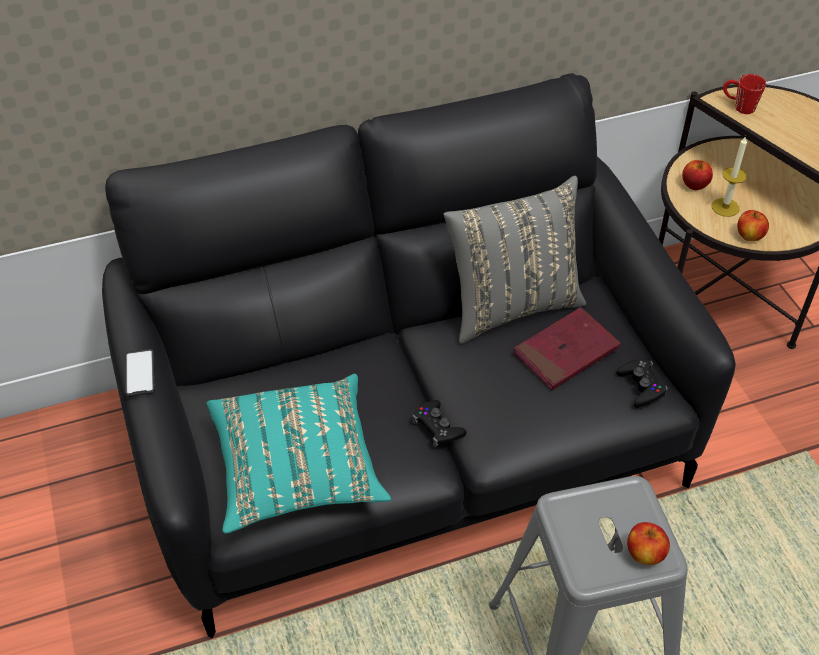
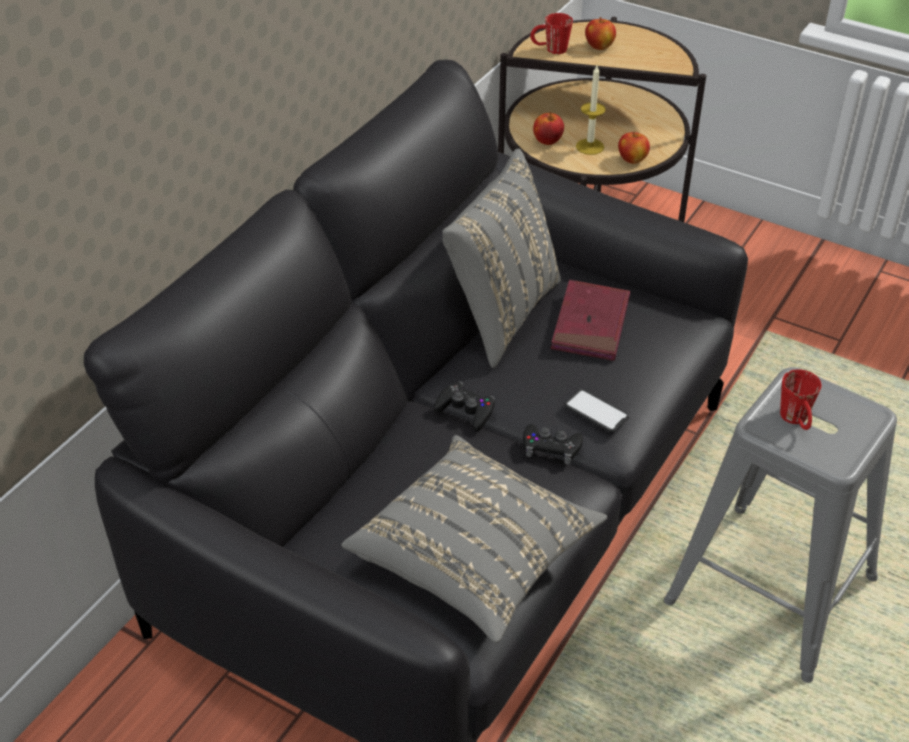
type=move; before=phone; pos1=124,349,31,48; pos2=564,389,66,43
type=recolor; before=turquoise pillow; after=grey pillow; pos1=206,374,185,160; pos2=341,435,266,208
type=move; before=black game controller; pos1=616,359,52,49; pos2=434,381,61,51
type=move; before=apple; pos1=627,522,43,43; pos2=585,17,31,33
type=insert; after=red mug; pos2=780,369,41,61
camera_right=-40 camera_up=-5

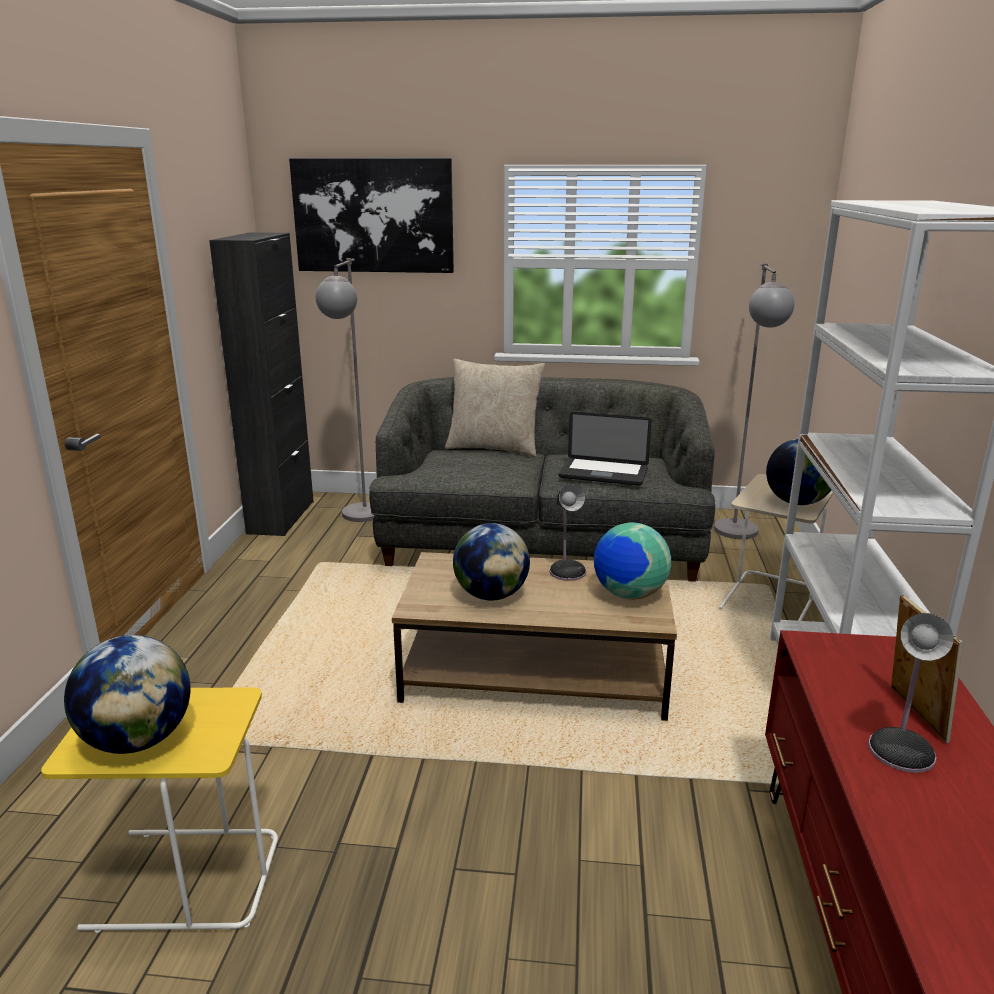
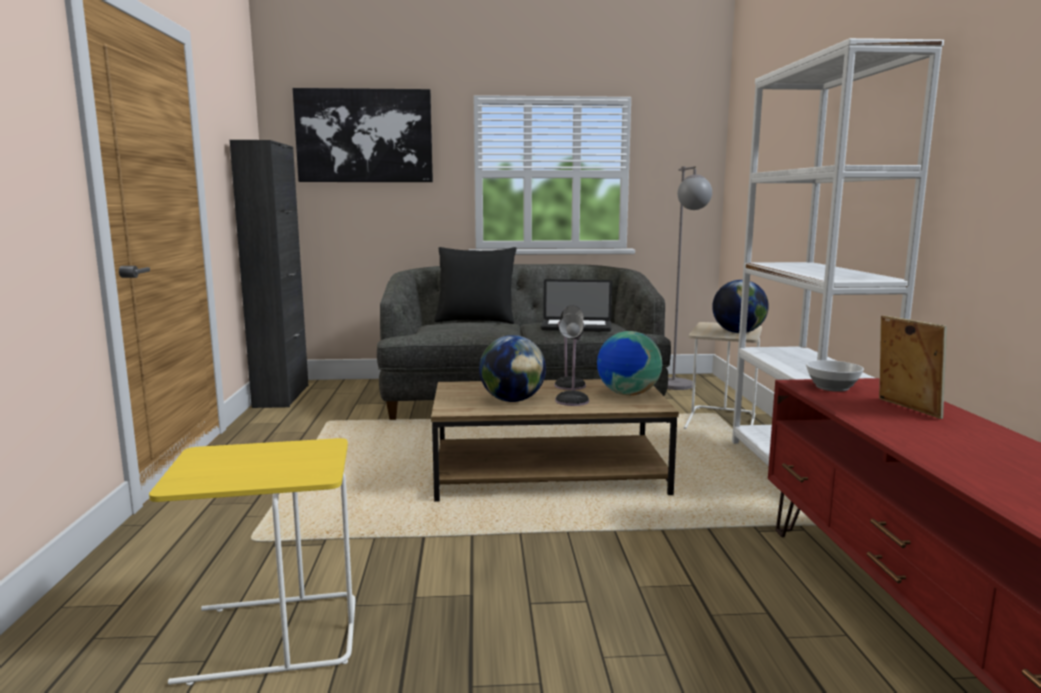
type=delete; before=globe; pos1=64,635,127,119
type=delete; before=grey floor lamp; pos1=316,258,58,264
type=recolor; before=beige pillow; after=black pillow; pos1=445,359,100,98; pos2=434,247,83,77
type=move; before=table lamp; pos1=868,613,86,160; pos2=555,314,34,92
type=insert; after=bowl; pos2=806,360,58,32
camera_right=-10 camera_up=-10

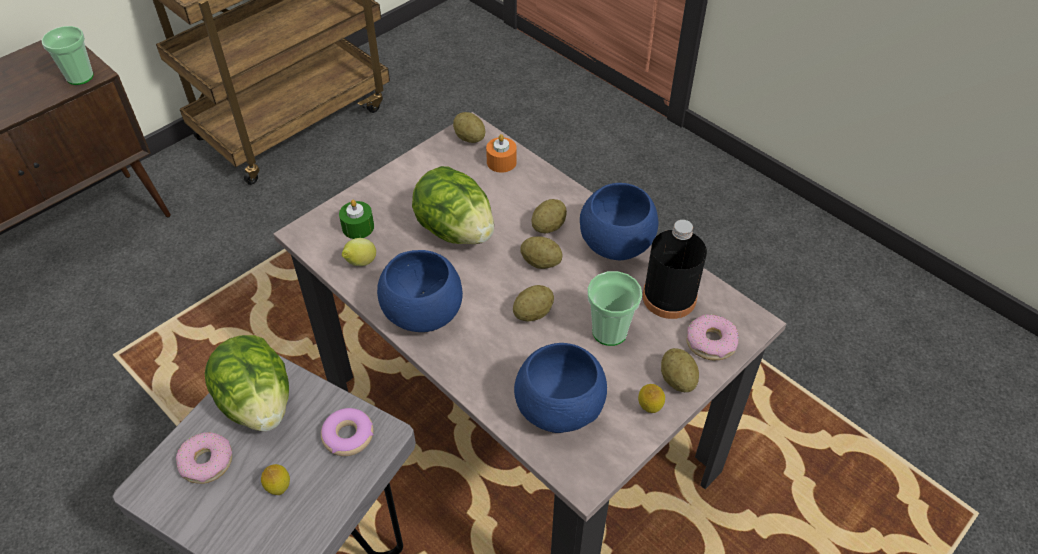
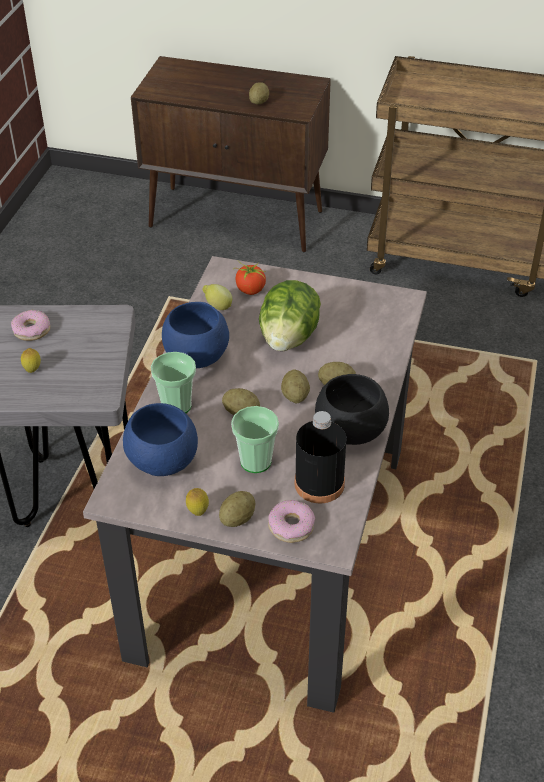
type=move; before=cup; pos1=42,26,52,59; pos2=151,352,45,61
type=delete; before=lettuce; pos1=205,335,84,96
type=delete; before=donut; pos1=321,408,53,48
type=replace; before=green candle; after=tomato; pos1=339,200,35,39; pos2=236,261,30,34
type=move; before=potato; pos1=453,112,33,31; pos2=249,82,20,22
type=delete; before=orange candle; pos1=486,134,31,39
type=recolor; before=blue bowl; after=black bowl; pos1=580,183,78,77; pos2=315,374,74,71
camera_right=60 camera_up=-5

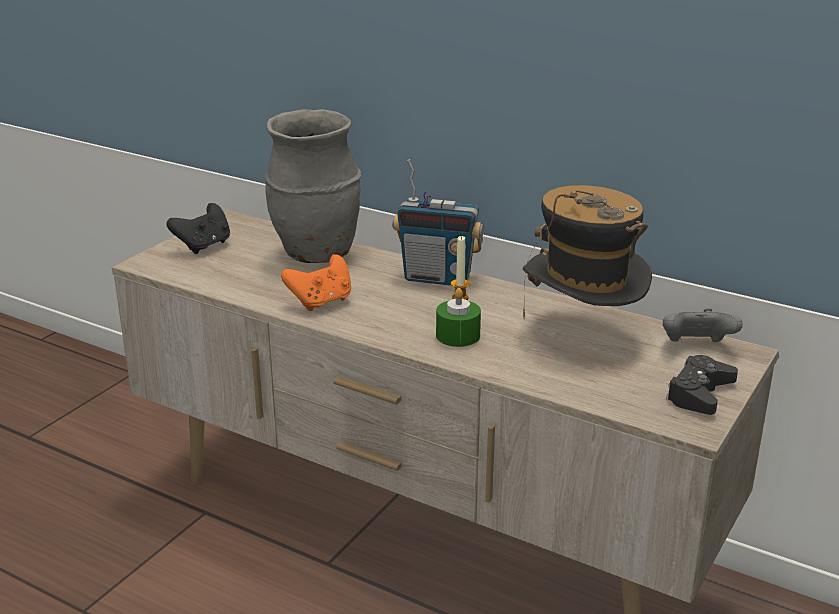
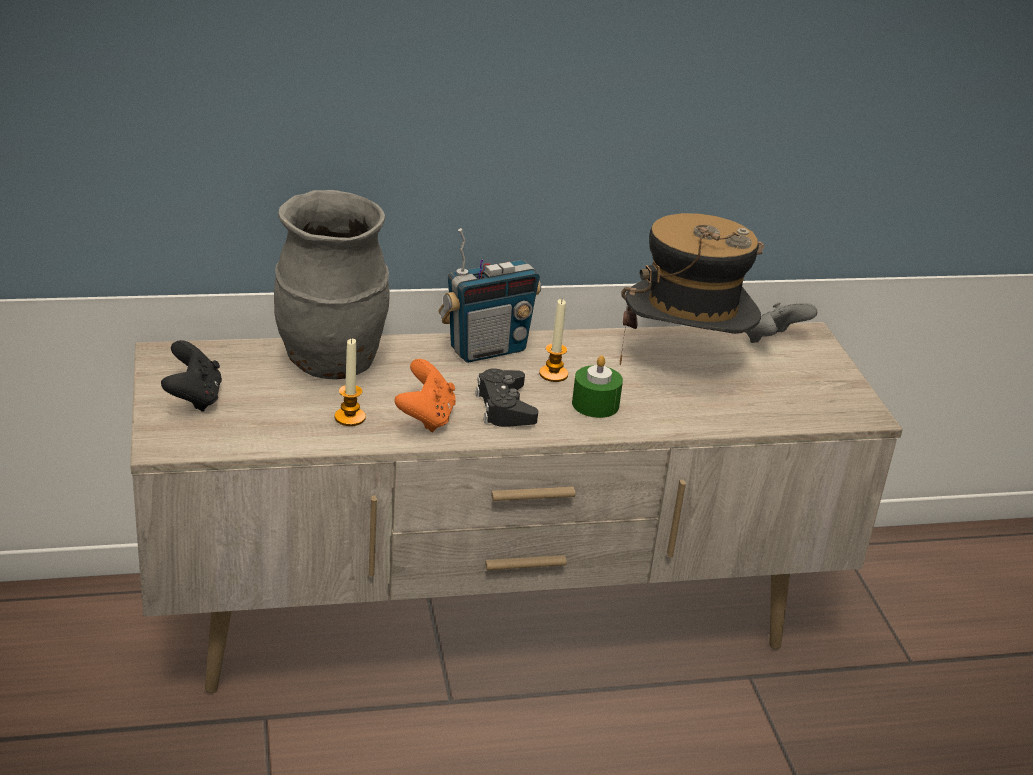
type=move; before=black game controller; pos1=666,355,72,60; pos2=475,368,63,59
type=insert; after=candle; pos2=335,338,31,88
camera_right=-45 camera_up=5

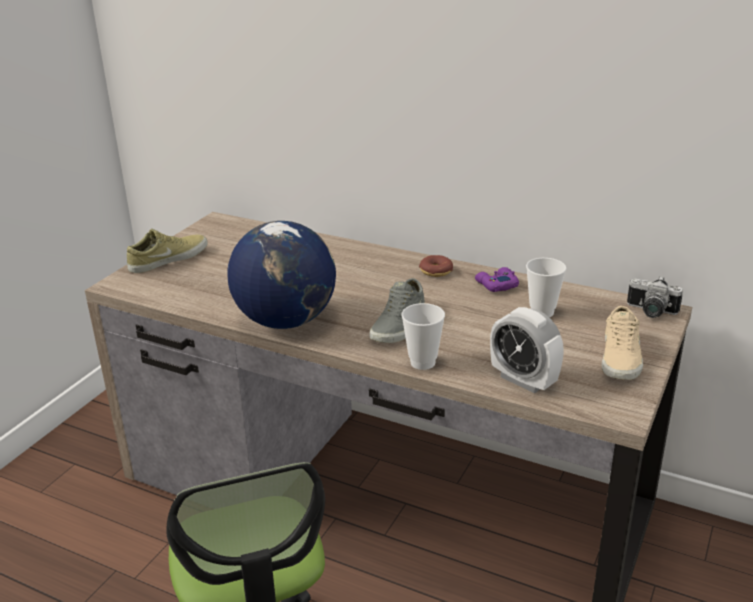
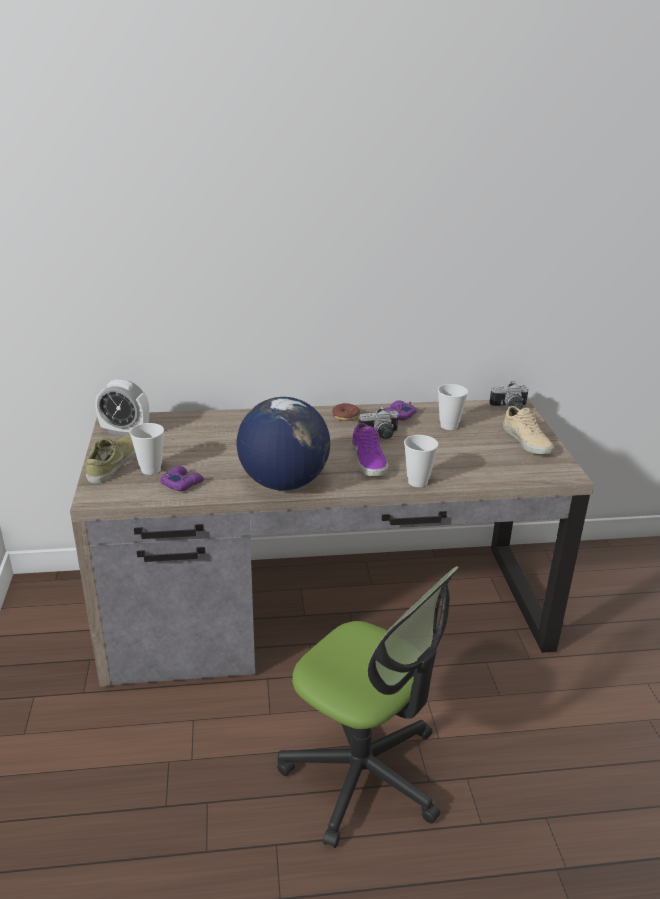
type=recolor; before=grey shoe; after=purple shoe; pos1=369,278,56,65; pos2=352,423,37,53
type=move; before=alarm clock; pos1=490,307,74,86; pos2=95,380,54,56
type=insert; after=cup; pos2=130,423,34,52
type=insert; after=purple game controller; pos2=160,466,44,25
type=insert; after=photo camera; pos2=358,407,40,32
camera_right=-35 camera_up=0

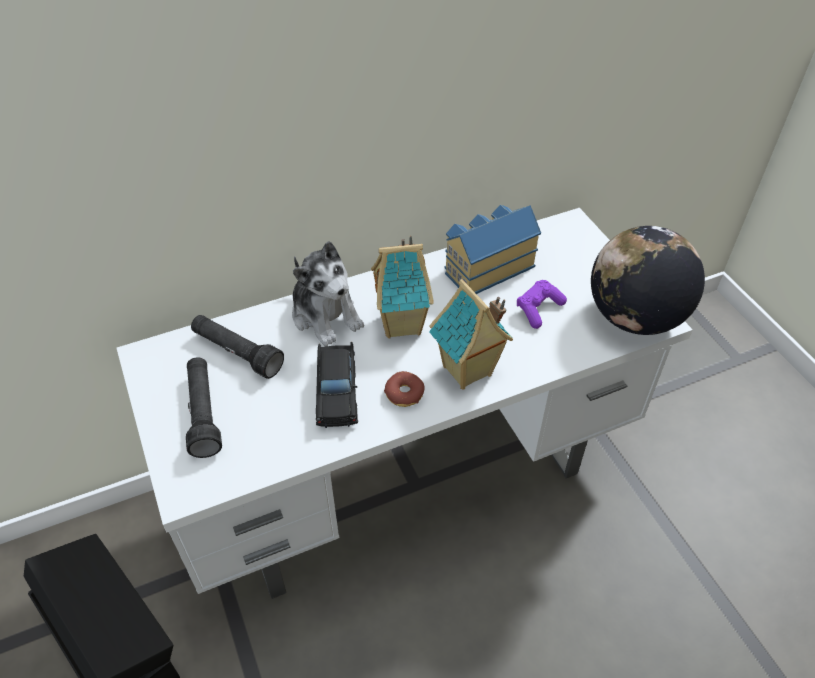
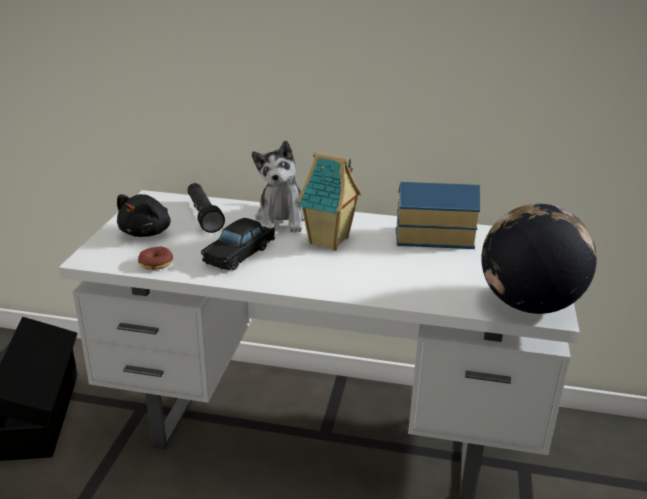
type=replace; before=black flashlight; after=black plush toy; pos1=186,357,36,101; pos2=117,194,54,43
type=move; before=donut; pos1=384,371,40,36; pos2=138,247,35,23
type=delete; before=toy house; pos1=429,279,84,111
type=delete; before=purple game controller; pos1=517,280,50,49
camera_right=35 camera_up=-20

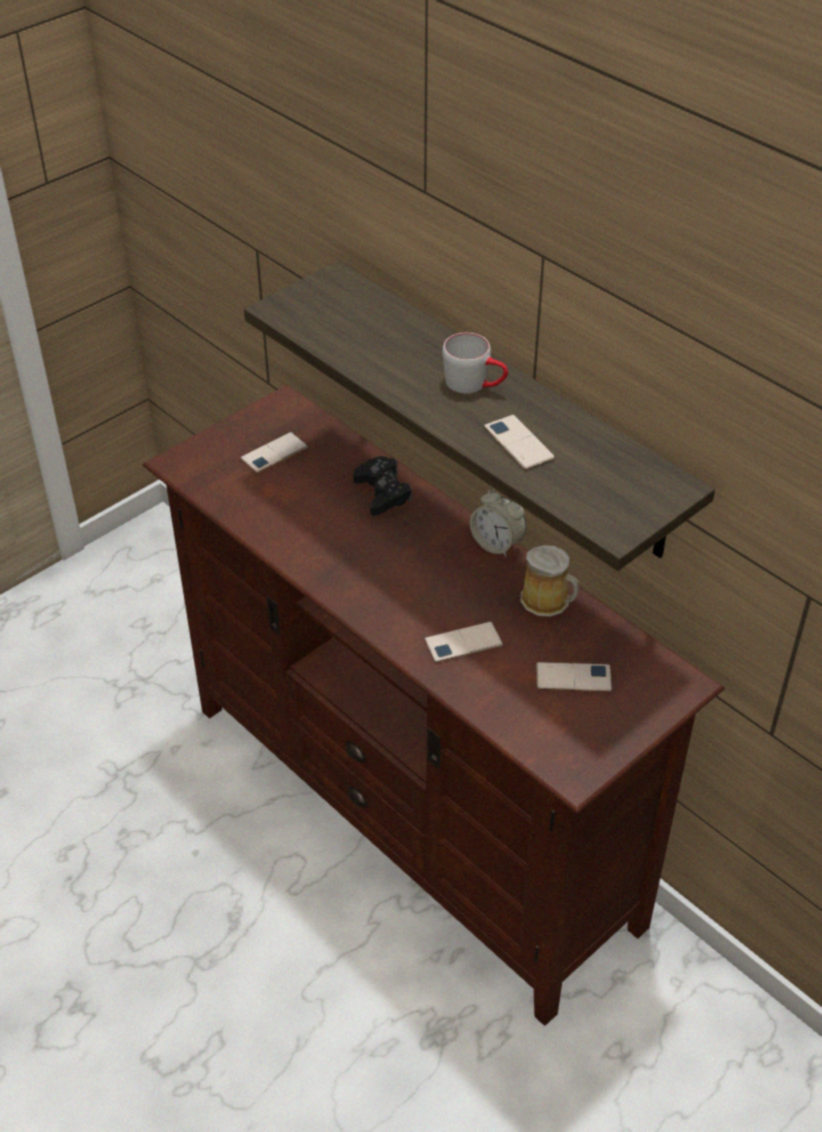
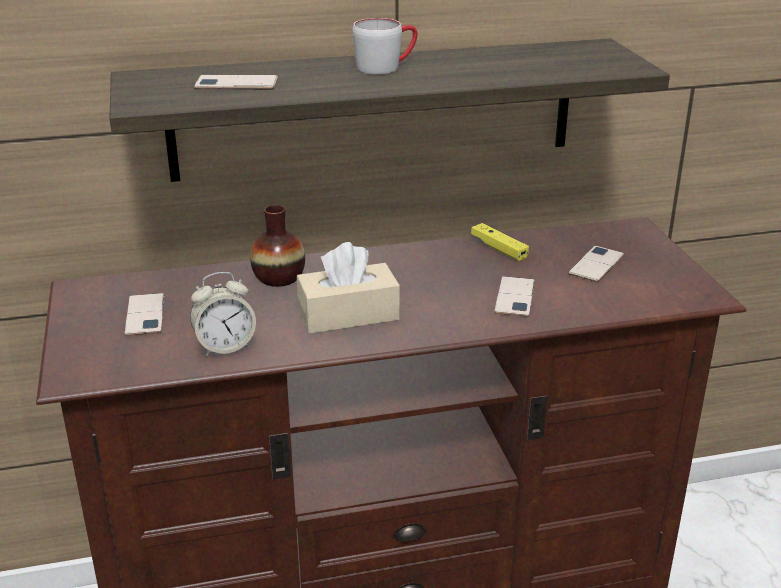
type=replace; before=black game controller; after=vase; pos1=353,456,59,60; pos2=250,205,55,82
type=move; before=alarm clock; pos1=470,488,56,69; pos2=190,272,66,84
type=move; before=phone; pos1=484,415,71,55; pos2=194,75,84,14
type=replace; before=mug; after=yellow game controller; pos1=520,545,59,72; pos2=471,223,58,38
type=insert; after=beige tissue box; pos2=297,242,103,92
camera_right=-60 camera_up=-15

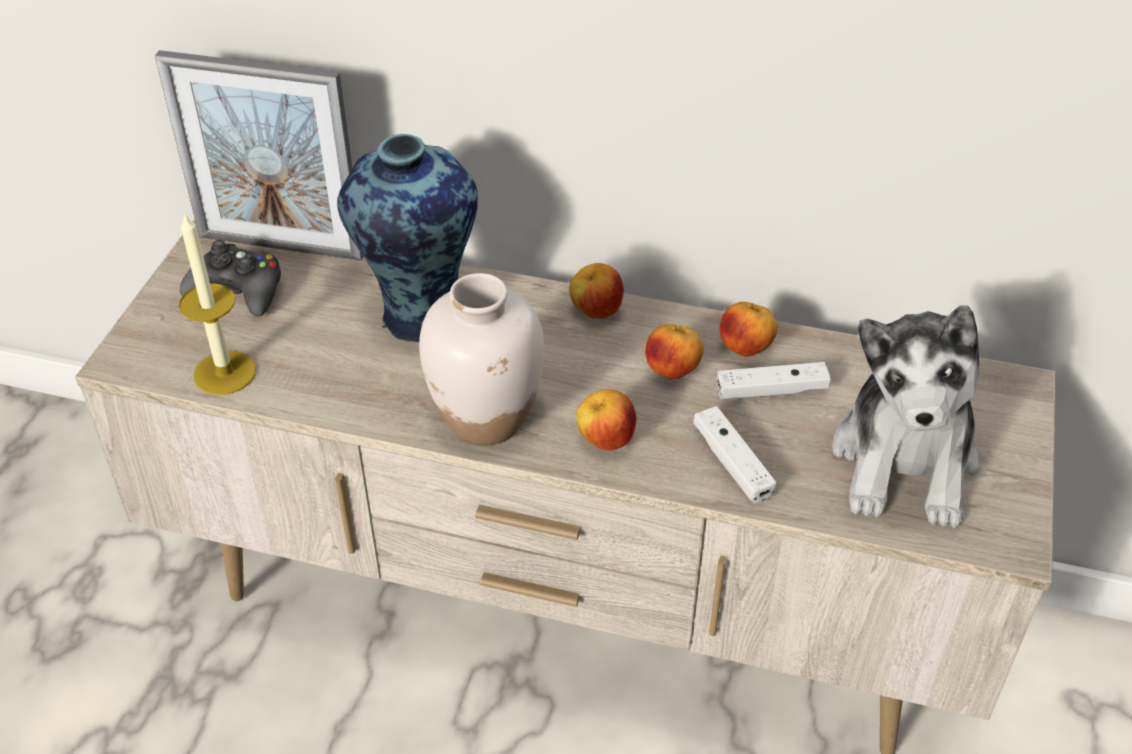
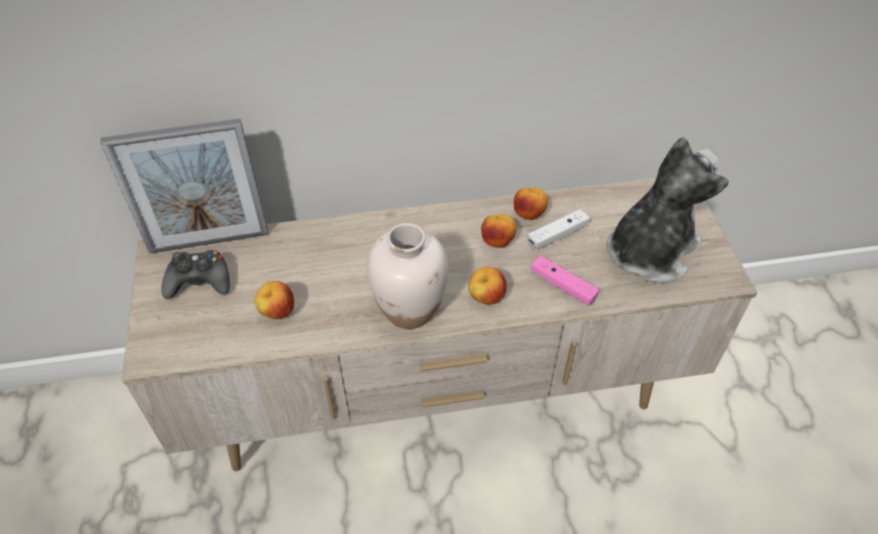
type=delete; before=candle; pos1=179,212,77,183
type=delete; before=vase; pos1=337,134,141,208
type=move; before=apple; pos1=569,263,55,56; pos2=255,281,39,38
type=recolor; before=white game controller; after=pink game controller; pos1=693,406,84,98; pos2=531,256,68,50
type=rotate; before=plush toy; pos1=832,305,148,223; pos2=607,137,122,146; turn=-120
camera_right=-25 camera_up=5

